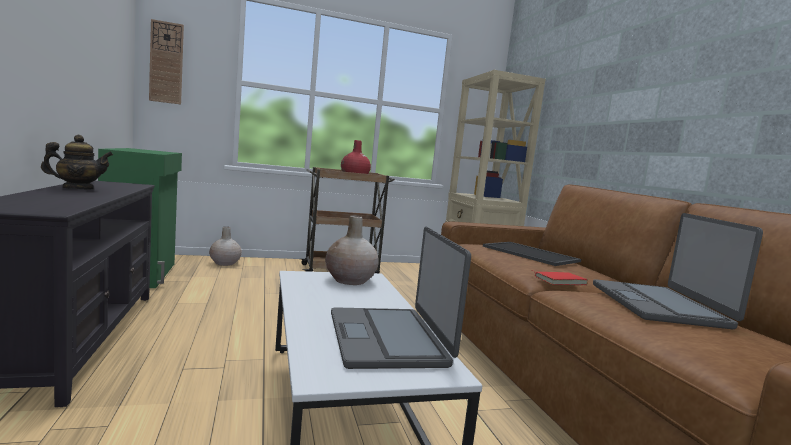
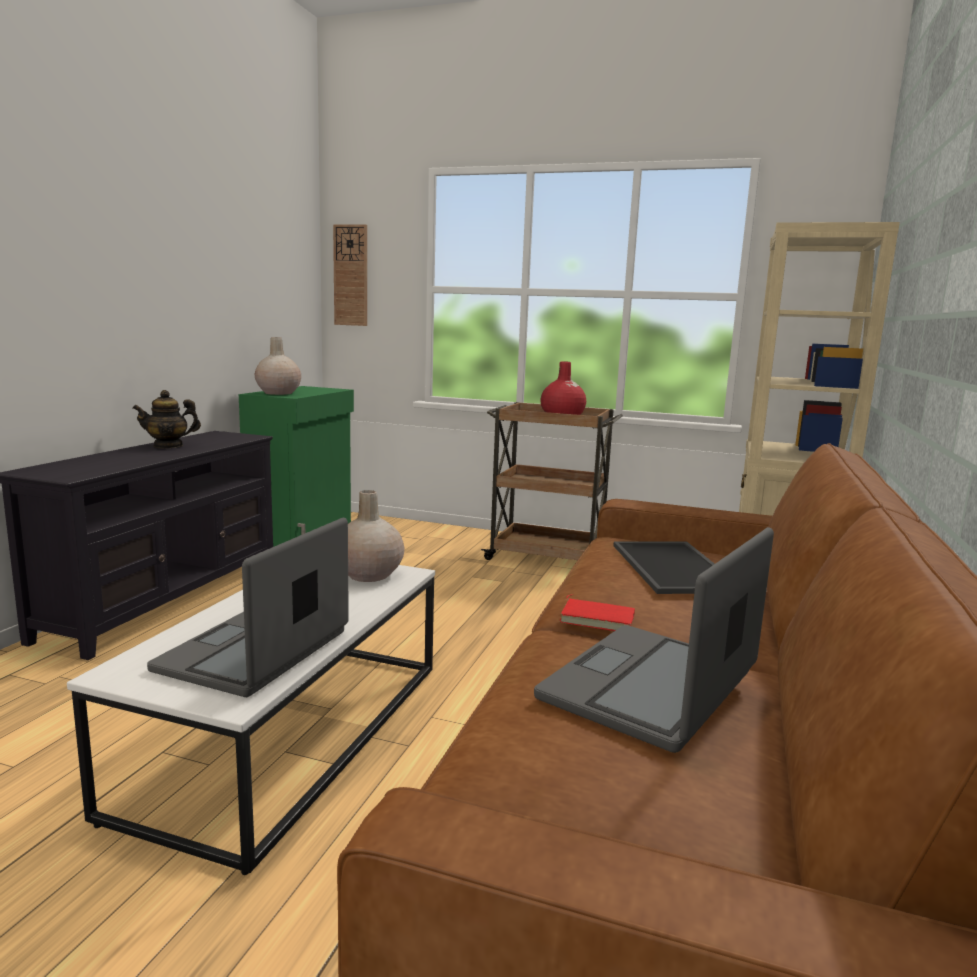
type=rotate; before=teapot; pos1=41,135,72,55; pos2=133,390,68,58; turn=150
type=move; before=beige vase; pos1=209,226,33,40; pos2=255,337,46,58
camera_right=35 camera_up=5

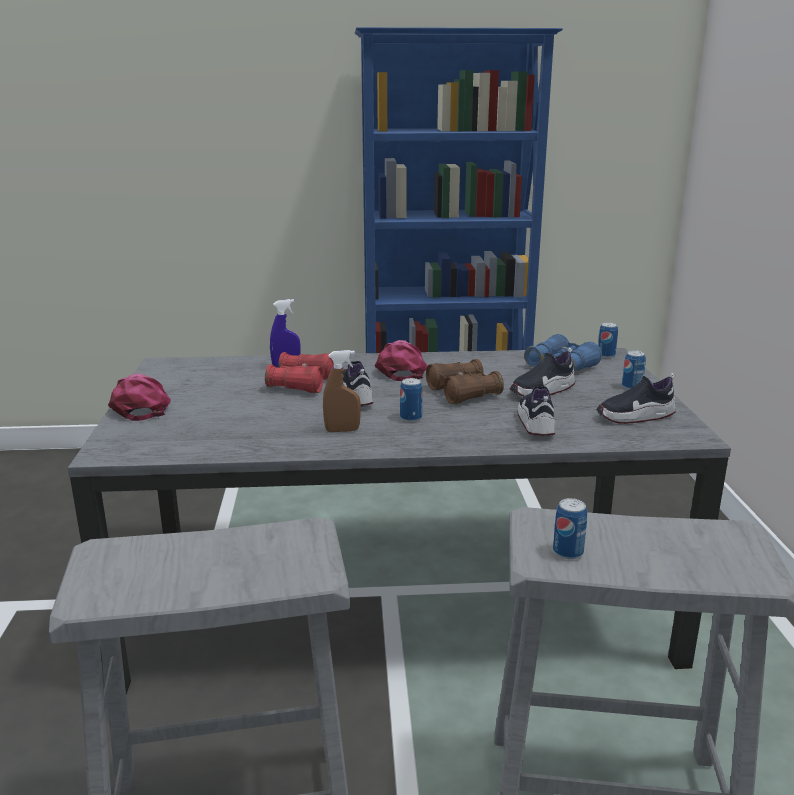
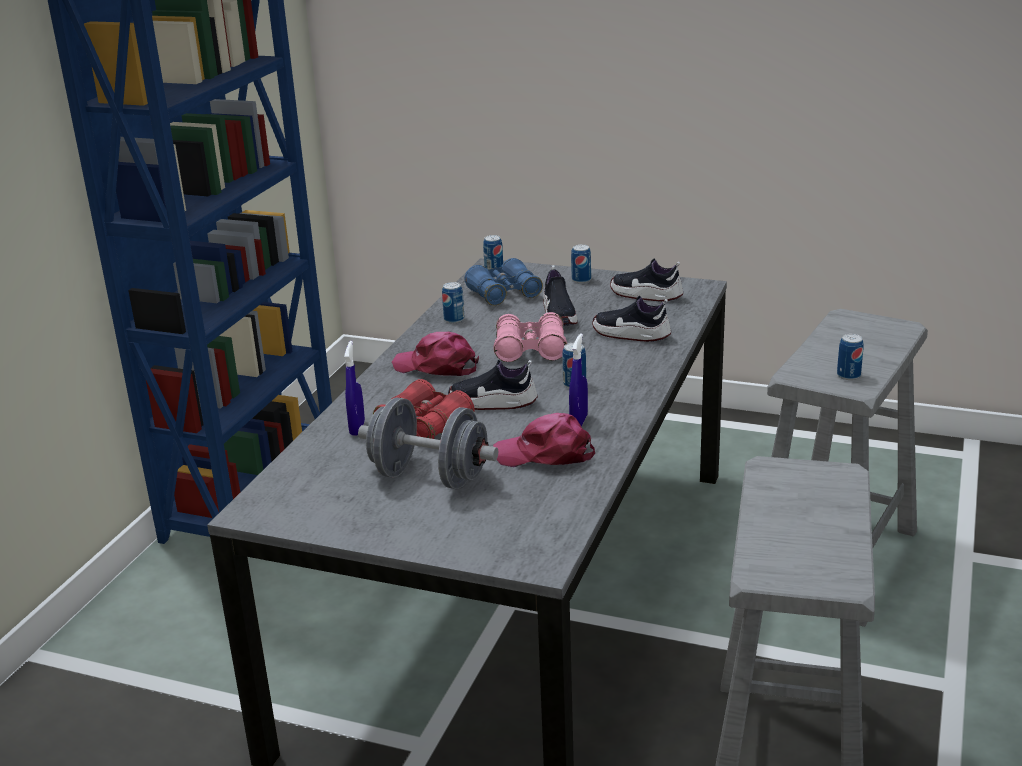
type=move; before=pink cap; pos1=108,374,63,47; pos2=493,413,102,54
type=recolor; before=brown spray bottle; after=blue spray bottle; pos1=323,350,38,82; pos2=569,333,19,93
type=recolor; before=brown binoculars; after=pink binoculars; pos1=426,359,78,45; pos2=493,312,74,50
type=rotate; before=shoe; pos1=596,373,80,51; pos2=610,259,73,43; turn=105
type=insert; after=grey dumbbell; pos2=358,397,140,92
type=insert; after=can; pos2=442,282,22,41
camera_right=-65 camera_up=5

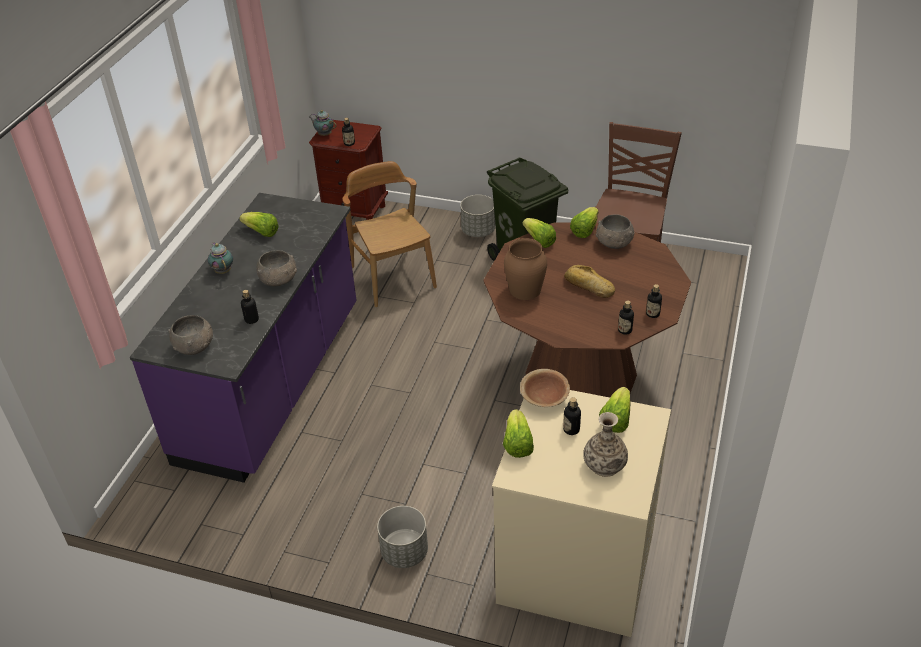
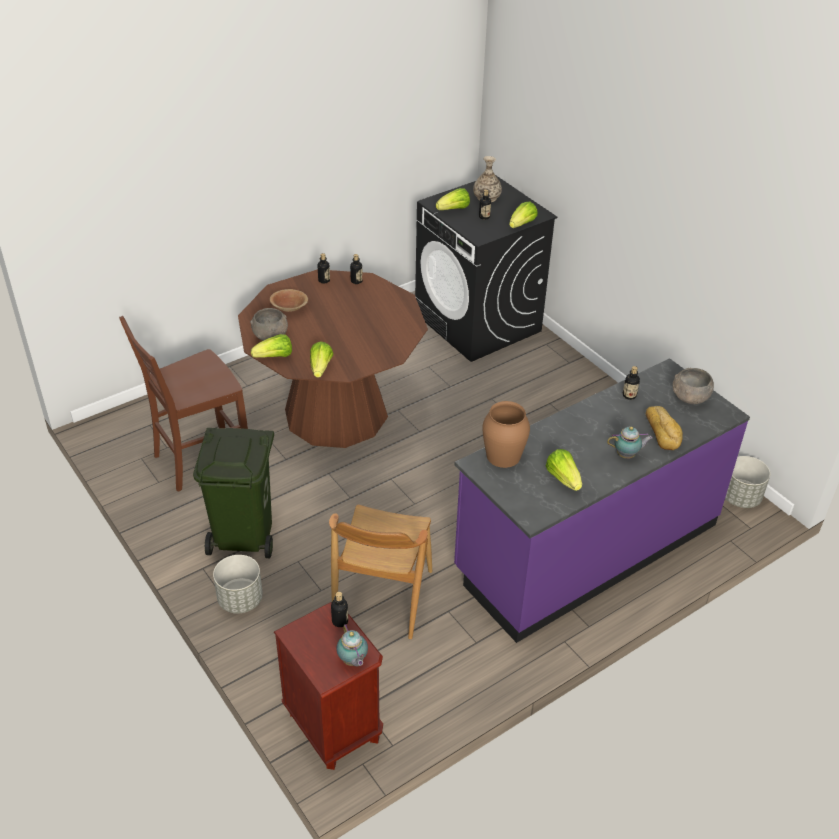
type=rotate; before=teapot; pos1=208,242,25,32; pos2=607,426,46,33; turn=-105
type=delete; before=grey bowl; pos1=256,250,41,36
type=move; before=grey planter; pos1=377,506,51,62; pos2=725,456,45,52
type=recolor; before=beige washing machine; after=black washing machine; pos1=492,390,179,247; pos2=415,176,142,186
type=move; before=brown vase; pos1=504,238,43,62; pos2=482,401,48,67
type=move; before=brown bowl; pos1=520,369,50,38; pos2=270,289,38,23
type=move; before=bread; pos1=564,265,51,33; pos2=646,406,37,44
camera_right=-145 camera_up=0

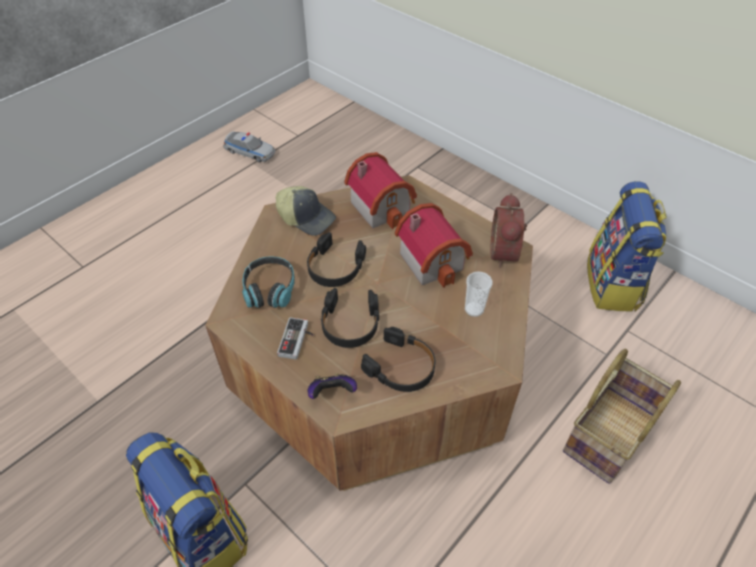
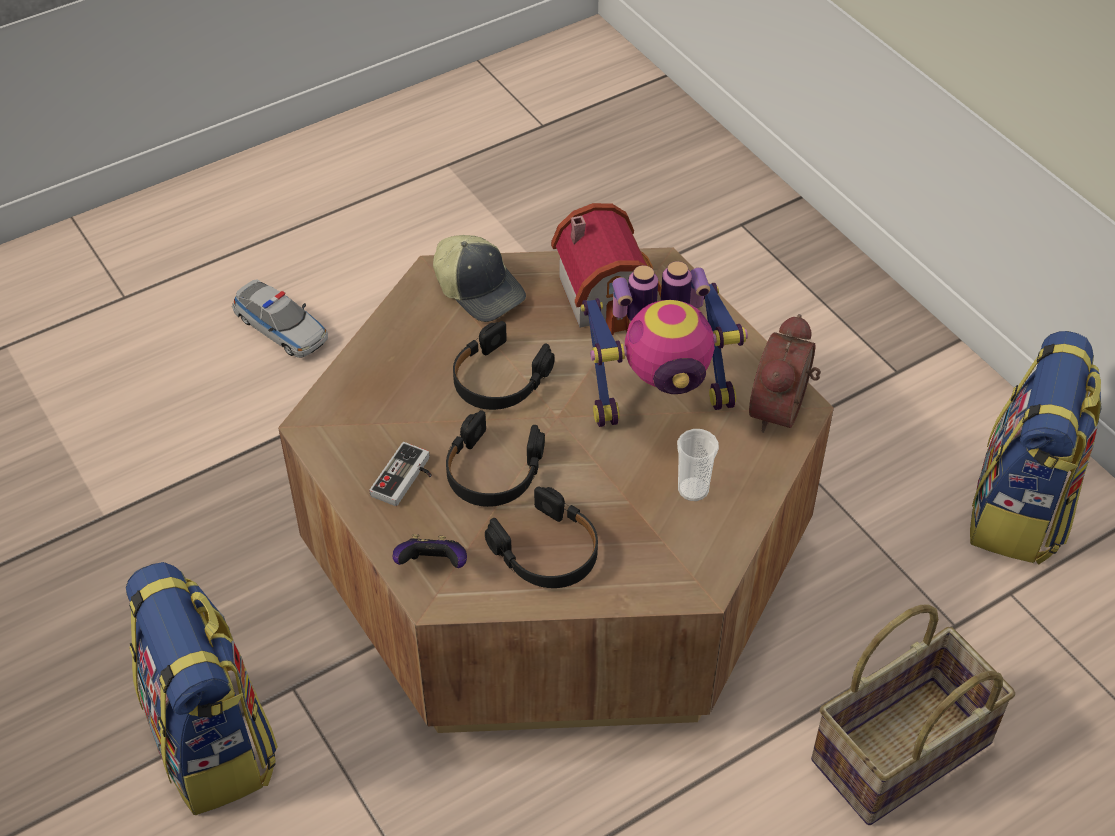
type=move; before=toy car; pos1=223,131,52,31; pos2=232,280,96,78
type=delete; before=headphones; pos1=242,256,53,52
type=replace; before=toy house; after=toy robot; pos1=395,203,78,85; pos2=581,261,167,166
camera_right=15 camera_up=0

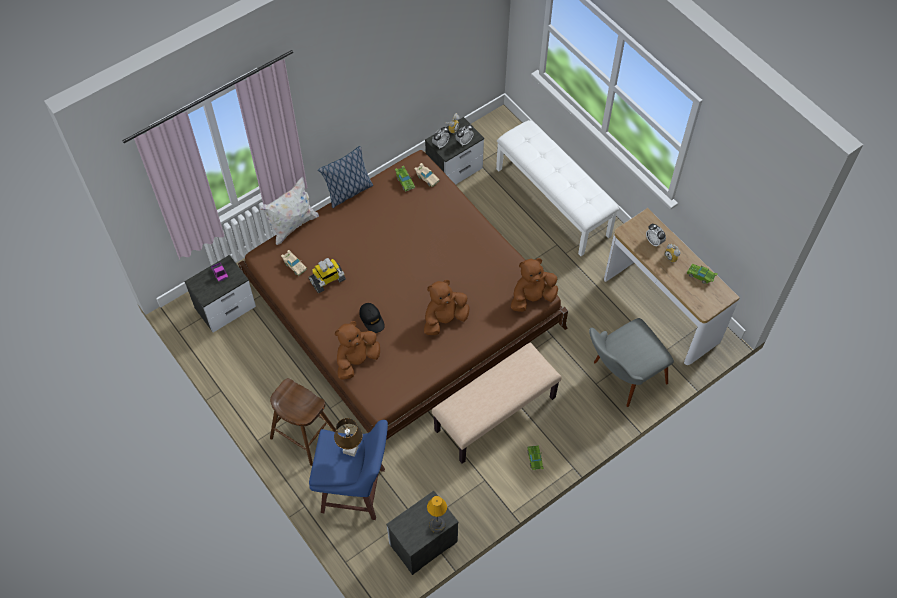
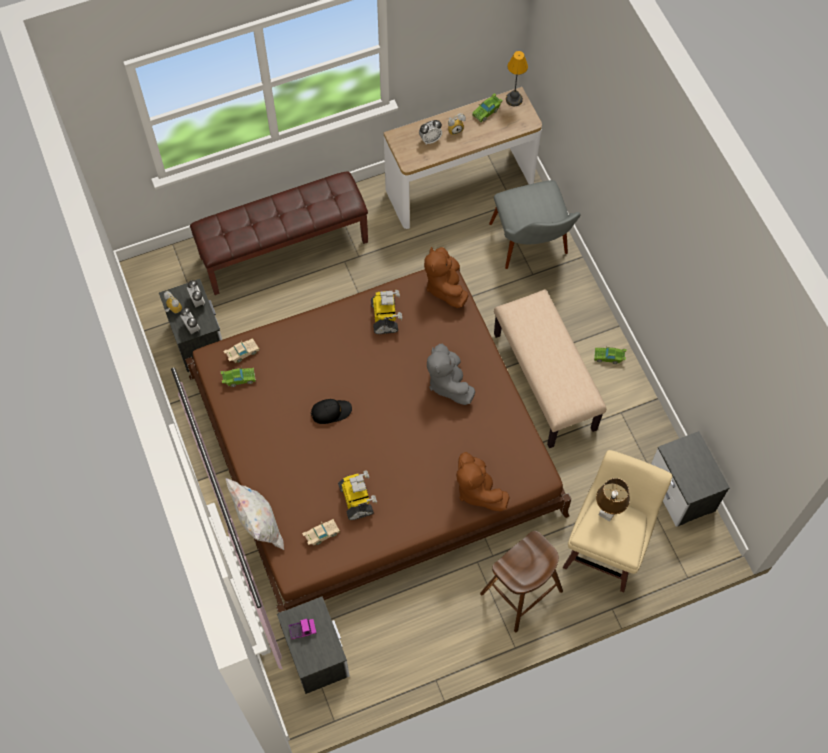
type=recolor; before=blue stool; after=beige stool; pos1=309,420,79,100; pos2=563,450,109,142
type=delete; before=pillow; pos1=318,146,55,62
type=move; before=black cap; pos1=359,303,26,30; pos2=310,399,42,25
type=recolor; before=brown plush toy; after=grey plush toy; pos1=424,280,46,55; pos2=427,344,48,61
type=move; before=table lamp; pos1=427,496,20,37; pos2=506,51,22,55
type=recolor; before=white bench; after=brown bench; pos1=496,120,123,136; pos2=190,171,178,124
type=insert; after=toy robot; pos2=371,289,31,45
camera_right=-75 camera_up=5

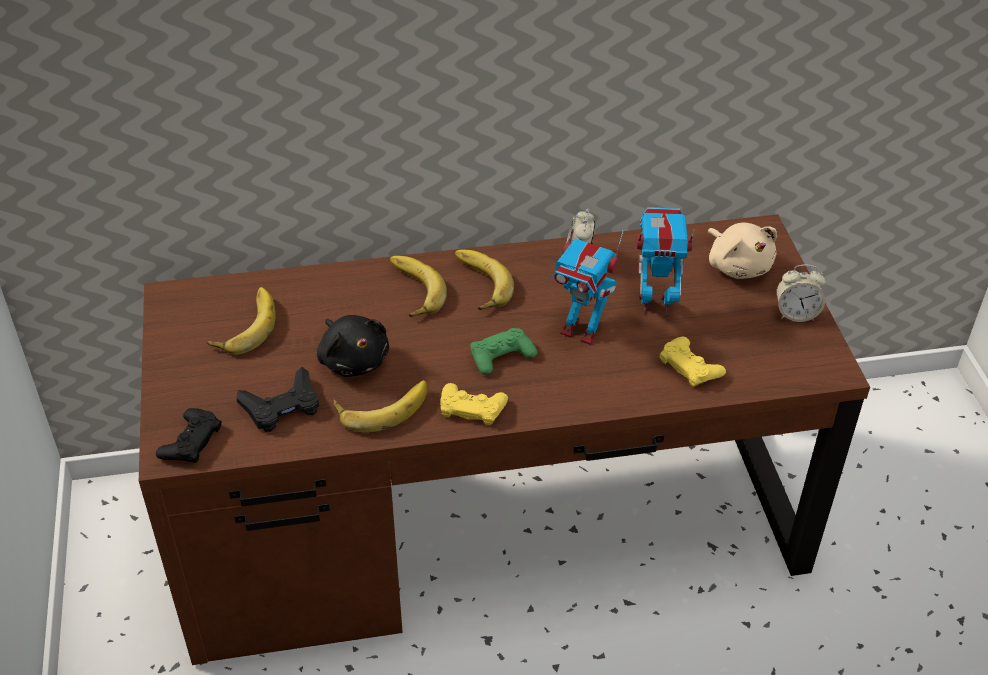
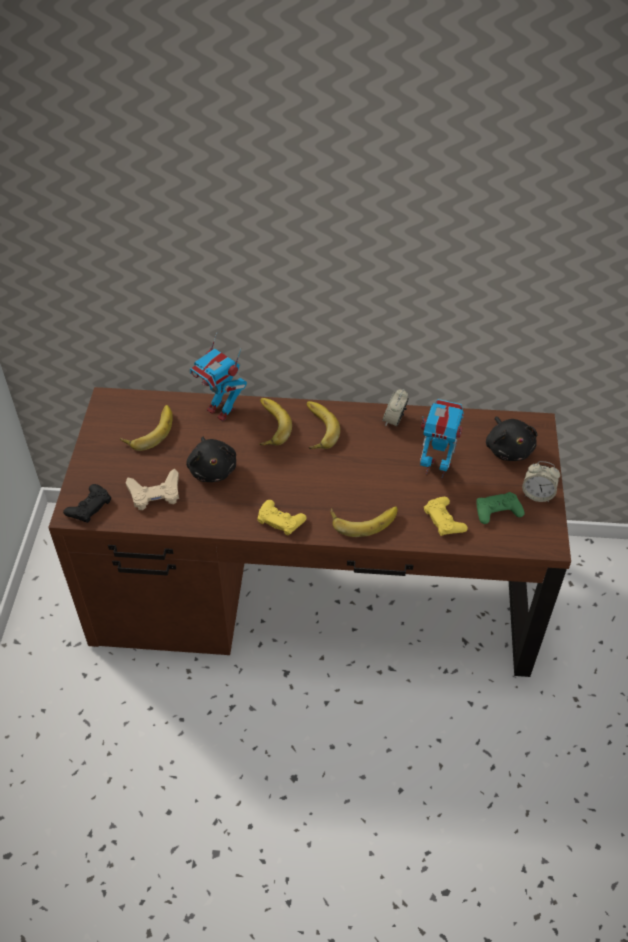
type=recolor; before=black game controller; after=beige game controller; pos1=236,367,83,65; pos2=126,469,53,41
type=move; before=banana; pos1=333,380,94,53; pos2=330,506,68,31
type=move; before=green game controller; pos1=470,328,68,47; pos2=477,492,48,32
type=move; before=toy robot; pos1=551,214,73,131; pos2=190,332,57,89
type=recolor; before=beige plush toy; after=black plush toy; pos1=707,223,70,56; pos2=486,417,52,44
camera_right=15 camera_up=5

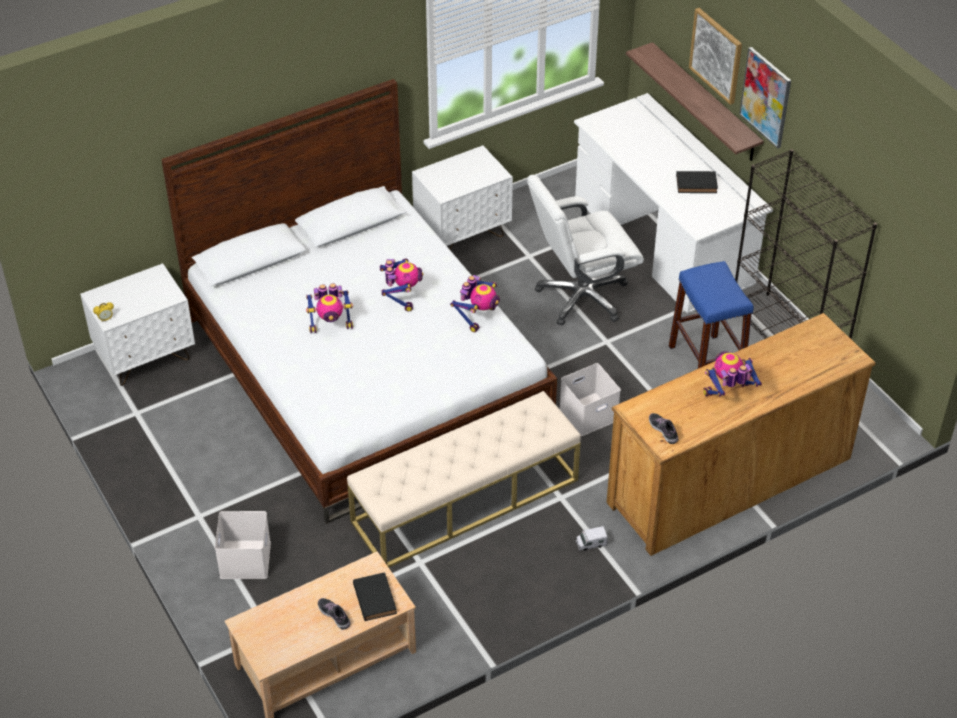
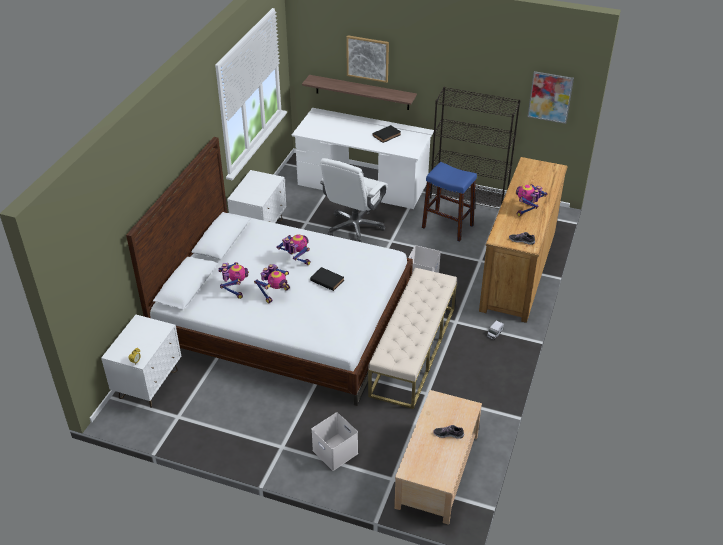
type=move; before=black book; pos1=353,572,44,49; pos2=310,267,34,24
type=move; before=toy robot; pos1=450,275,50,57; pos2=218,262,31,37
type=move; before=picture; pos1=739,47,52,101; pos2=528,71,46,53
camera_right=-40 camera_up=-5

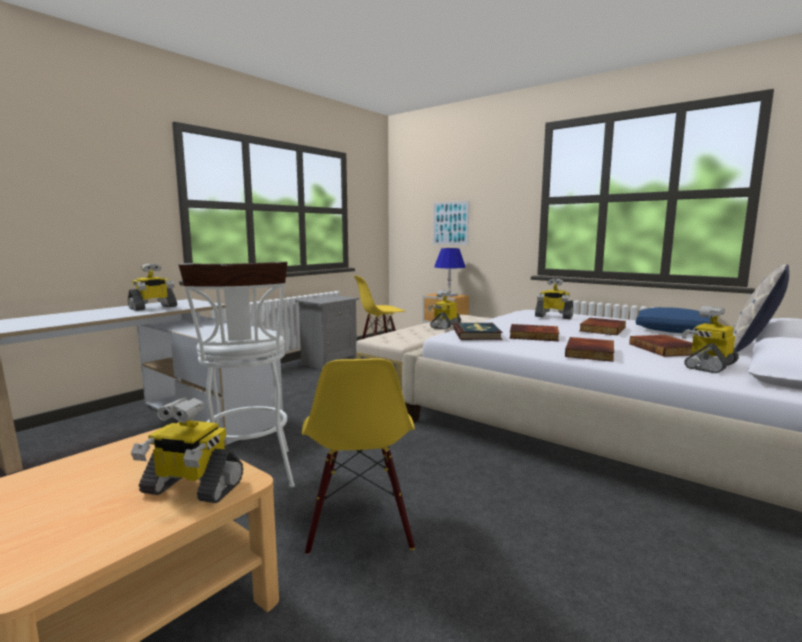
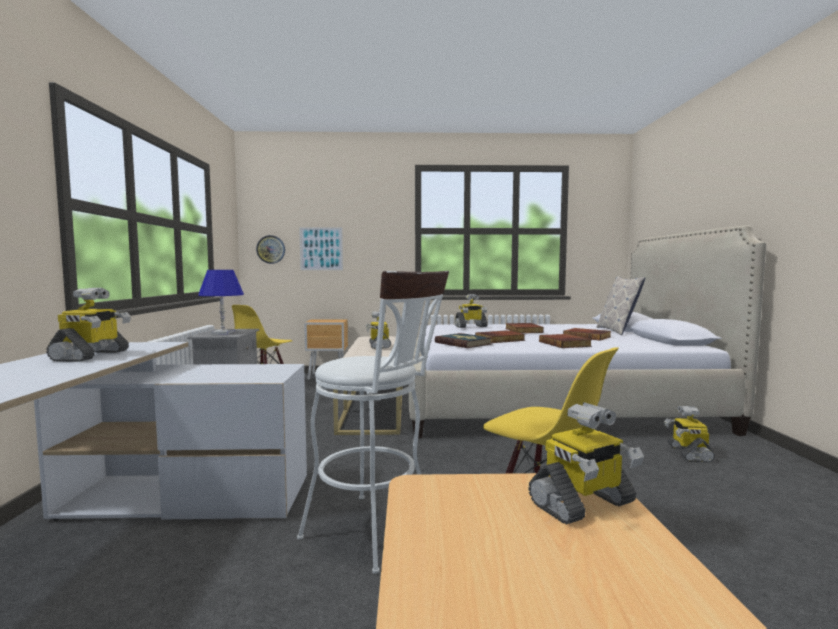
type=move; before=blue table lamp; pos1=434,248,32,49; pos2=198,270,46,64
type=delete; before=blue pillow; pos1=636,307,76,26
type=move; before=toy robot; pos1=681,306,58,67; pos2=664,406,51,57
type=insert; after=wall clock; pos2=256,235,29,29
camera_right=-40 camera_up=-5

